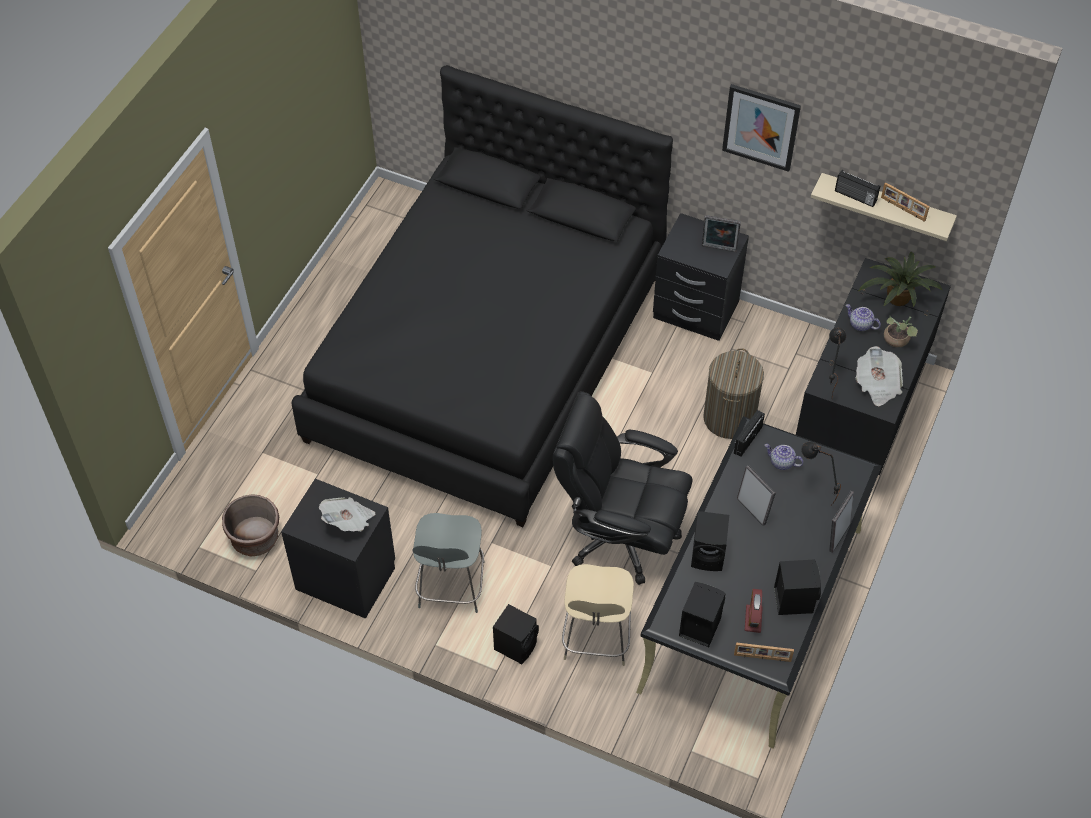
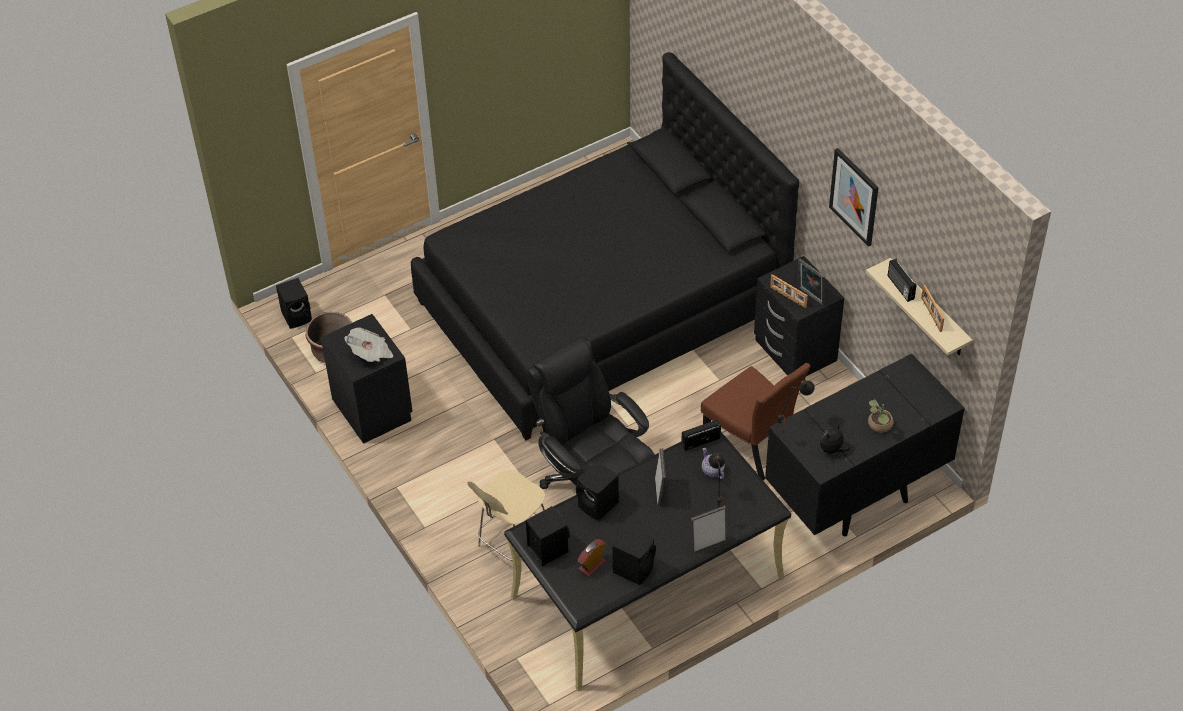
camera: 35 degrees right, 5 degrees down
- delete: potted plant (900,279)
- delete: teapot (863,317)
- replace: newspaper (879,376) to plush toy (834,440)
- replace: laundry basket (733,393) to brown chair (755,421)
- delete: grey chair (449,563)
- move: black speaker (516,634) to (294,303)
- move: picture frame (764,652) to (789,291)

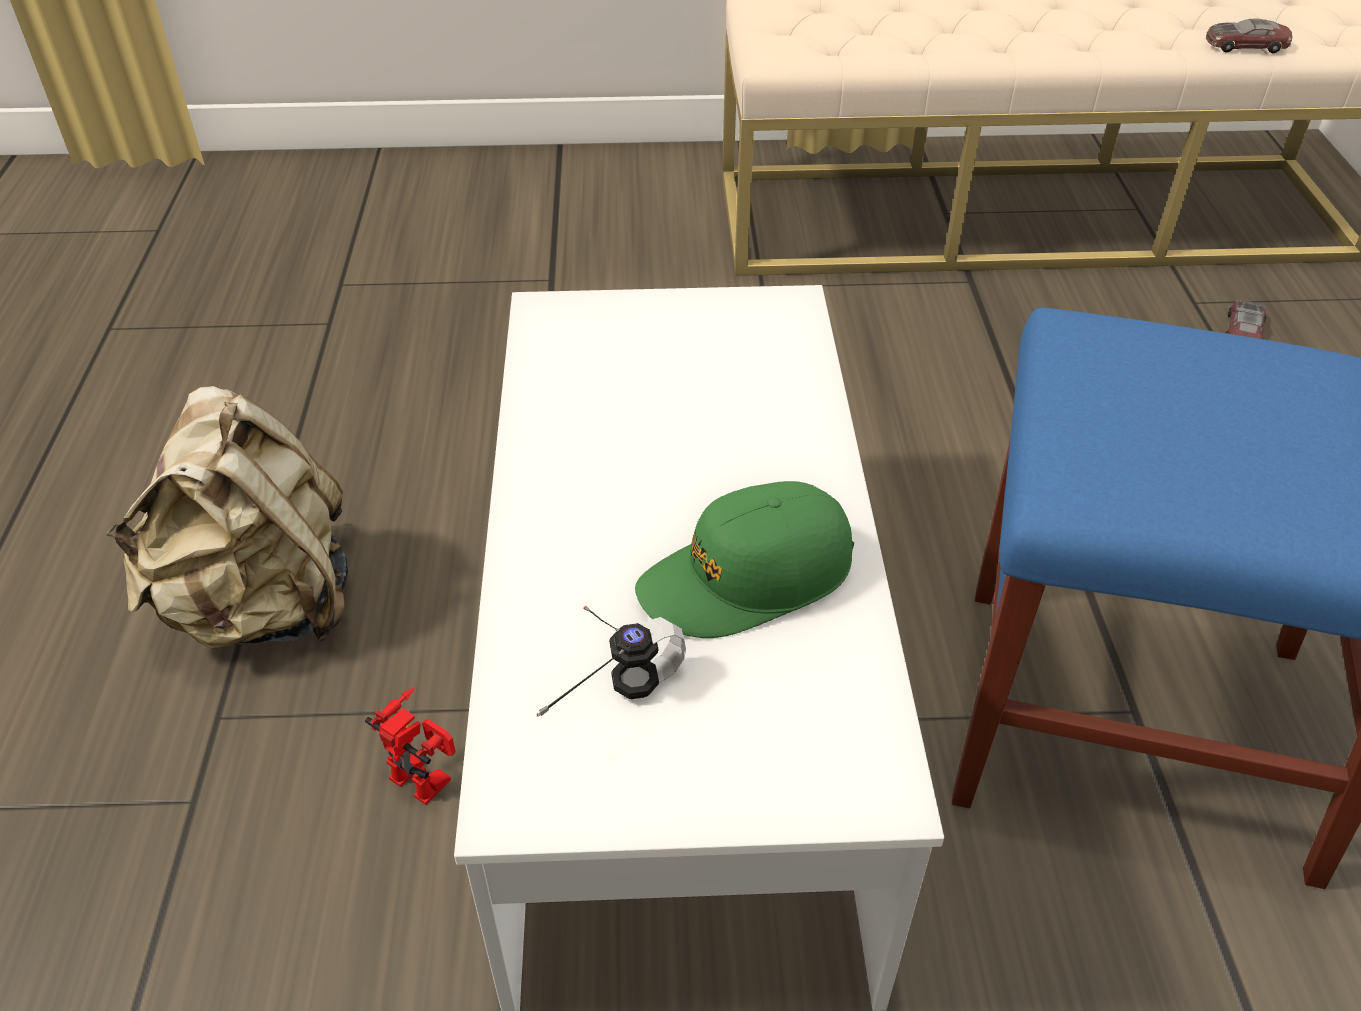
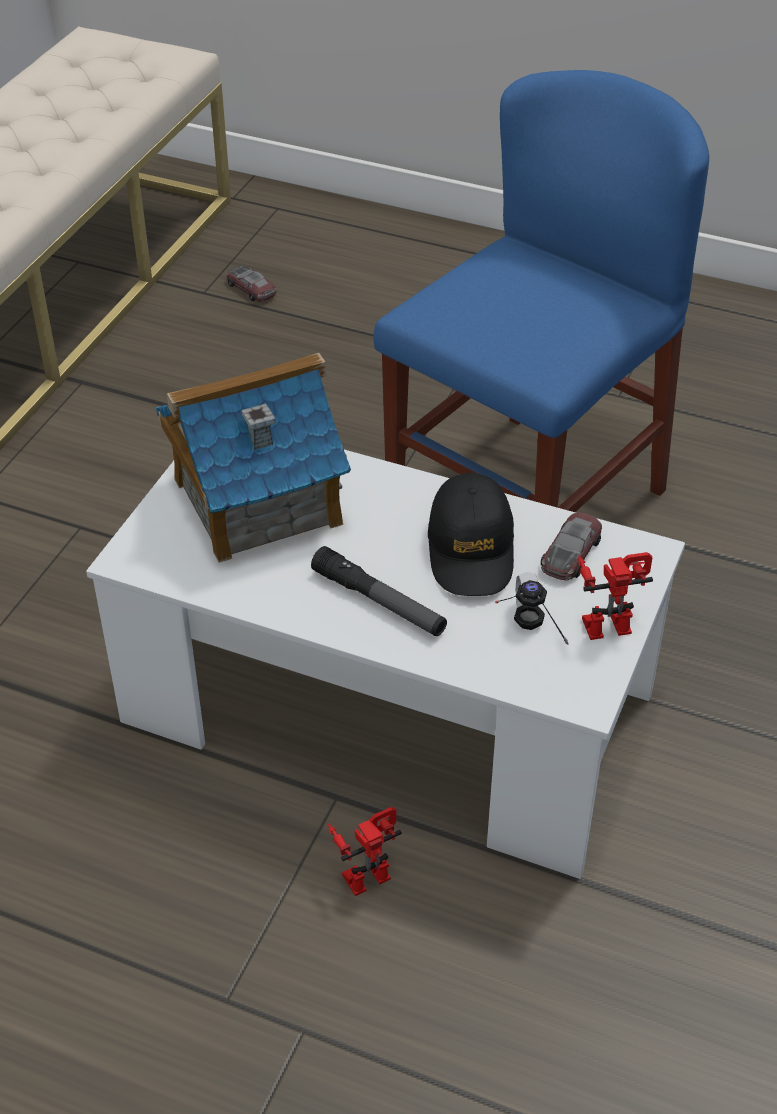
camera: 65 degrees left, 0 degrees up
- move: toy car (1249,36) to (571,547)
- delete: beige backpack (227,517)
- recolor: green cap (744,559) to black cap (471,534)
- insert: toy house (253,458)
- insert: flashlight (379,591)
- insert: toy robot (615,596)

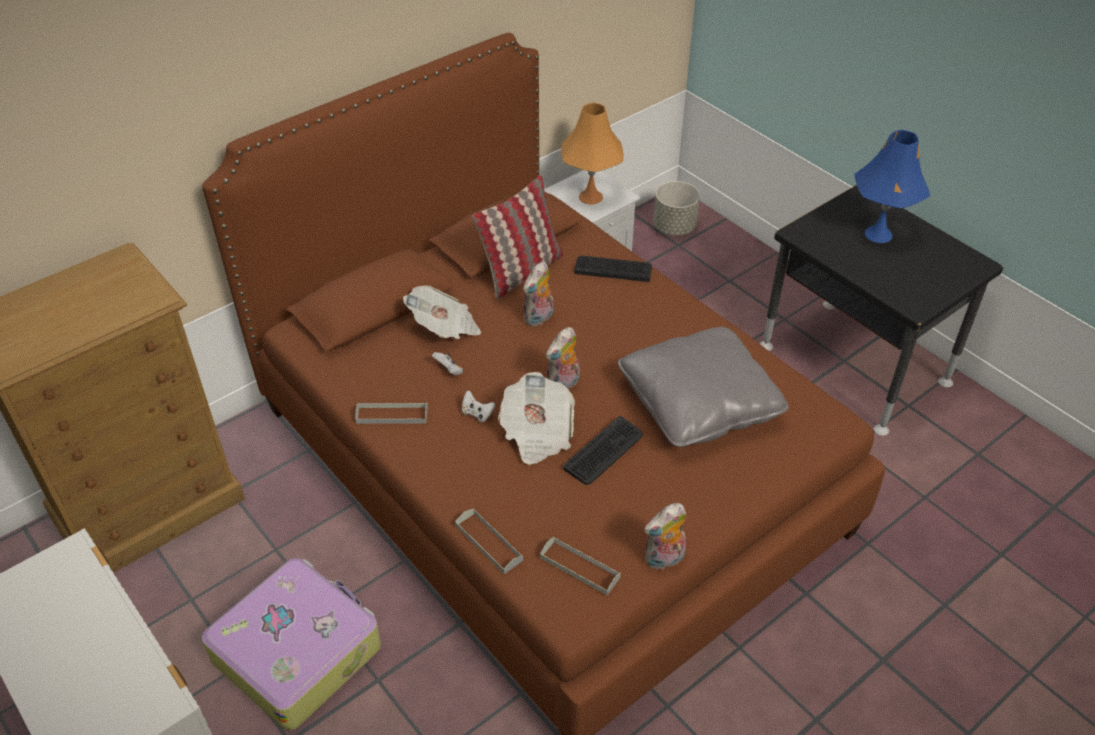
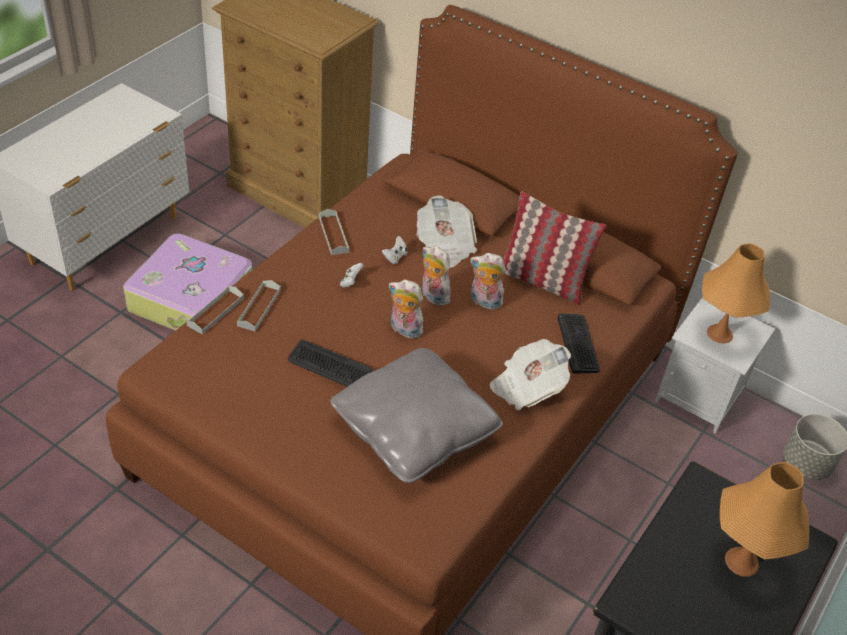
camera: 70 degrees right, 0 degrees up
- recolor: blue table lamp (892,186) to orange table lamp (764,519)
- move: newspaper (536,418) to (530,375)
- move: plush toy (665,536) to (438,276)
- move: grey tray (580,566) to (259,306)

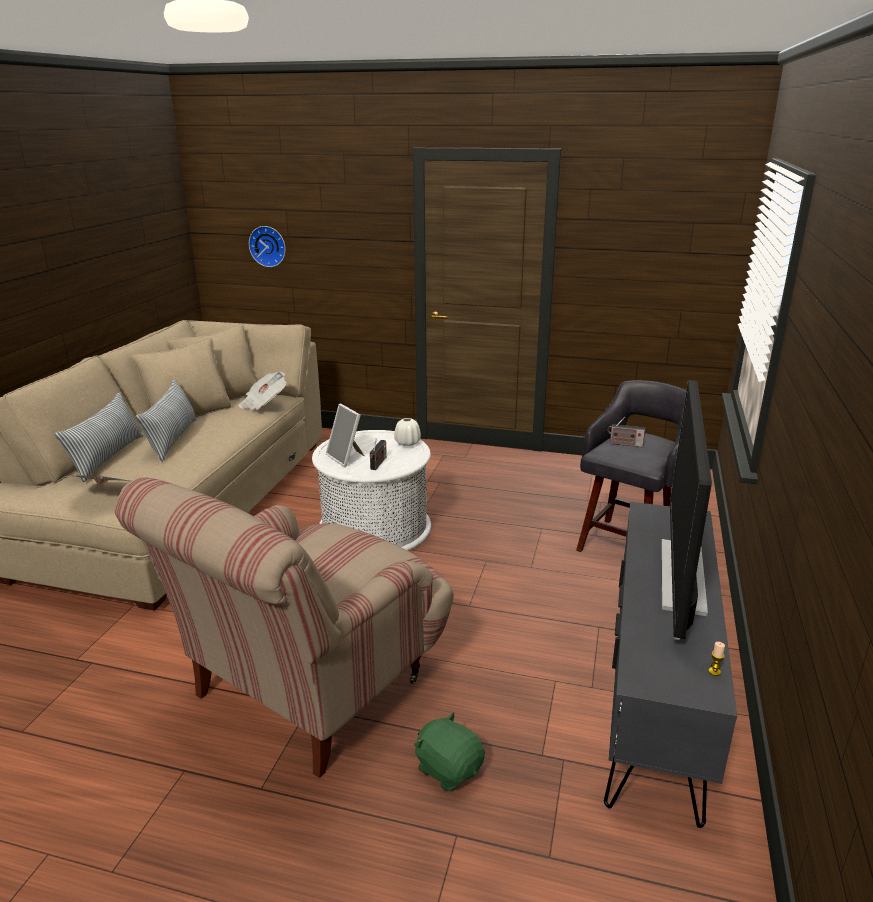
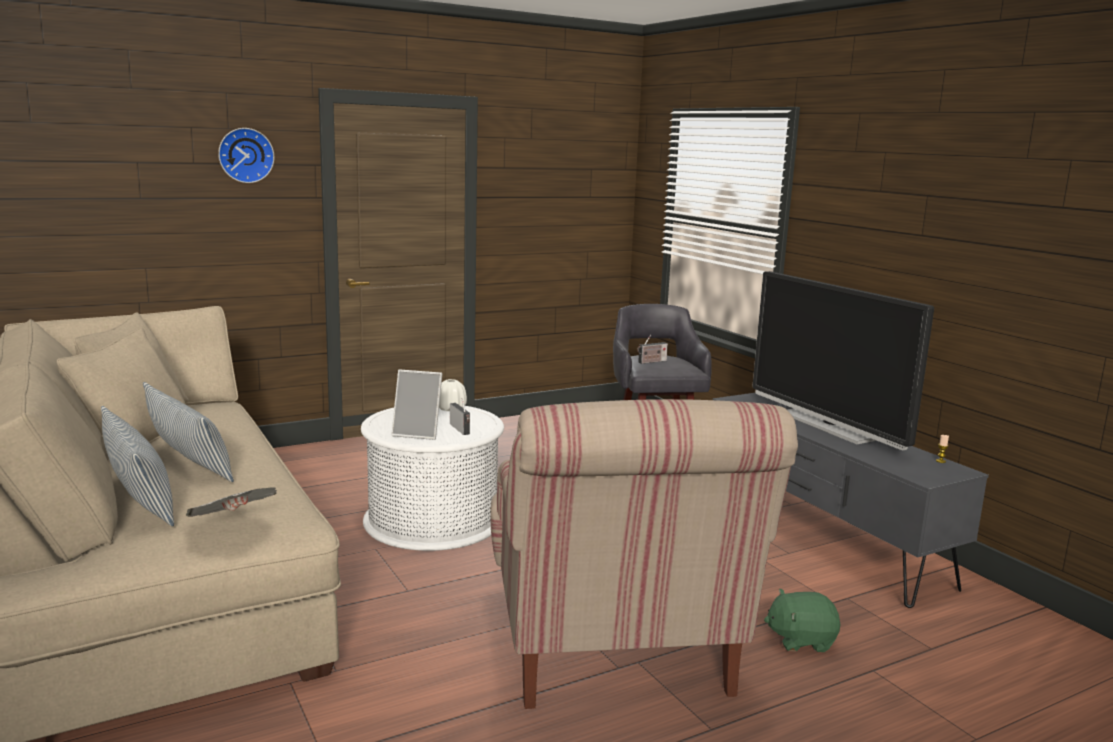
camera: 45 degrees left, 10 degrees down
- move: wall clock (267,246) to (246,155)
- delete: newspaper (262,391)

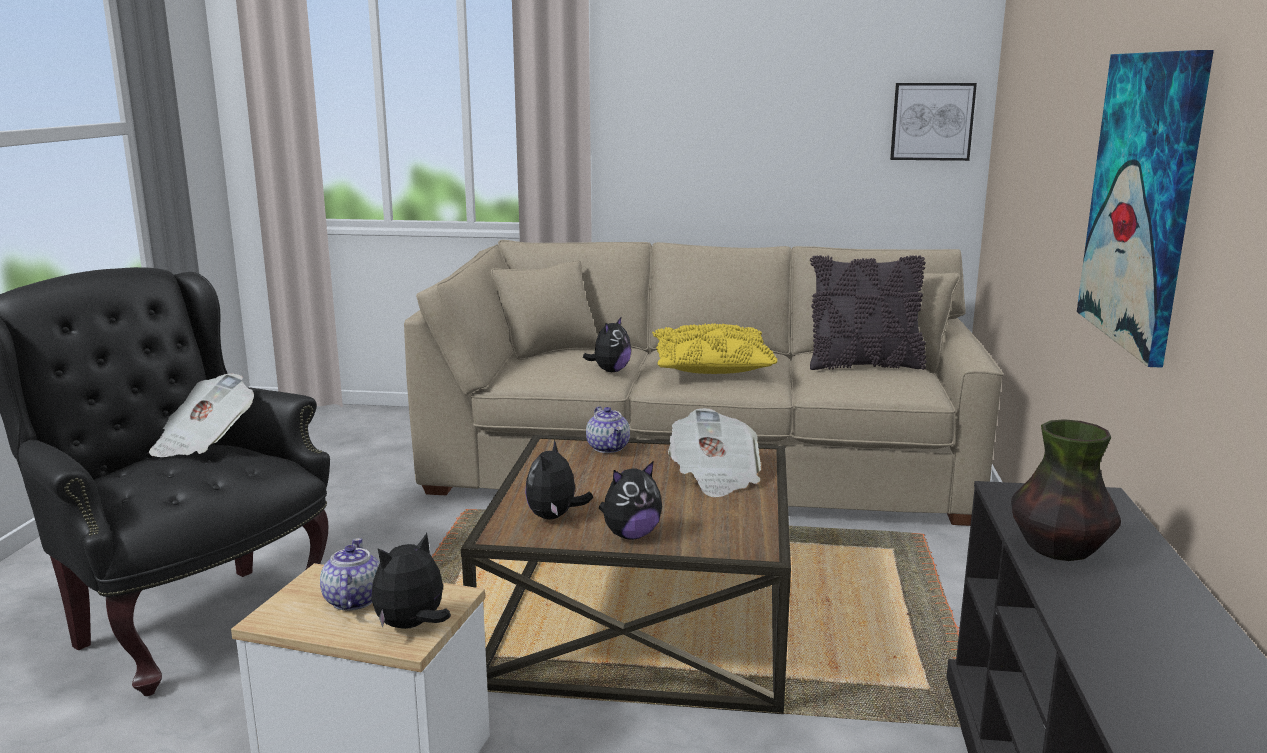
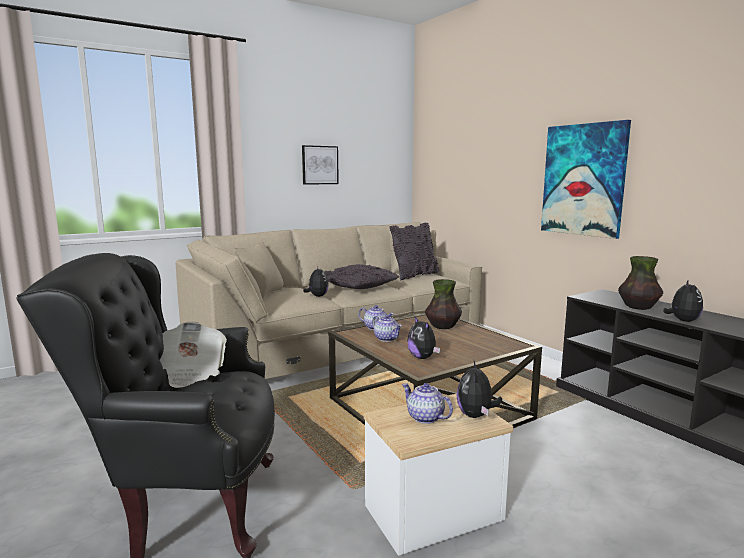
camera: 40 degrees left, 5 degrees down
- move: picture (933,122) to (320,165)
- recolor: yellow pillow (715,348) to black pillow (362,276)
- replace: newspaper (714,452) to vase (443,304)
- move: plush toy (630,500) to (683,300)
- insert: teapot (387,328)

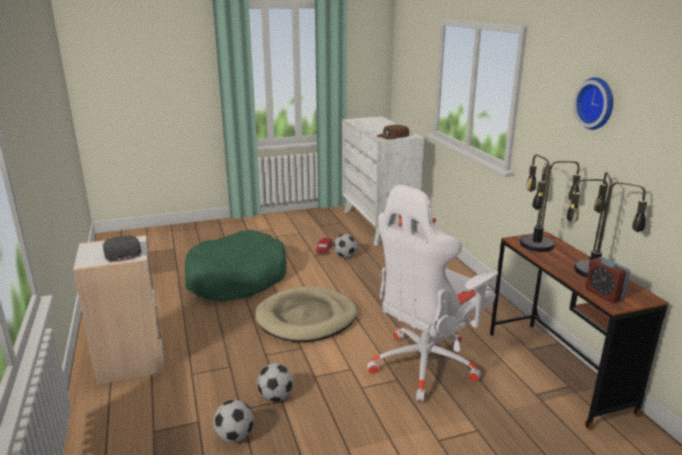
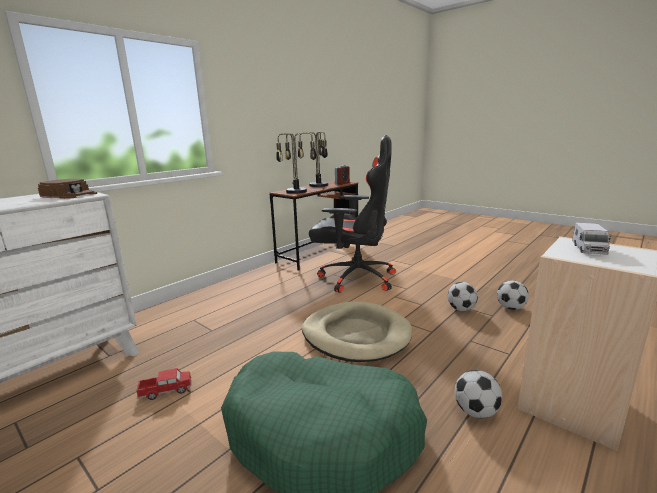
camera: 120 degrees left, 5 degrees down
- delete: wall clock (593,103)
- recolor: white office chair (432,293) to black office chair (352,214)
- move: football (345,246) to (478,394)
- replace: black cap (122,248) to toy truck (591,239)

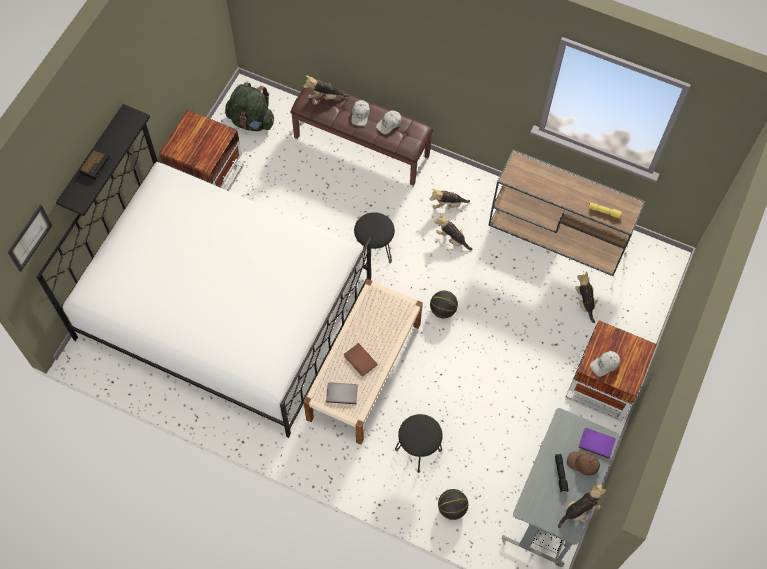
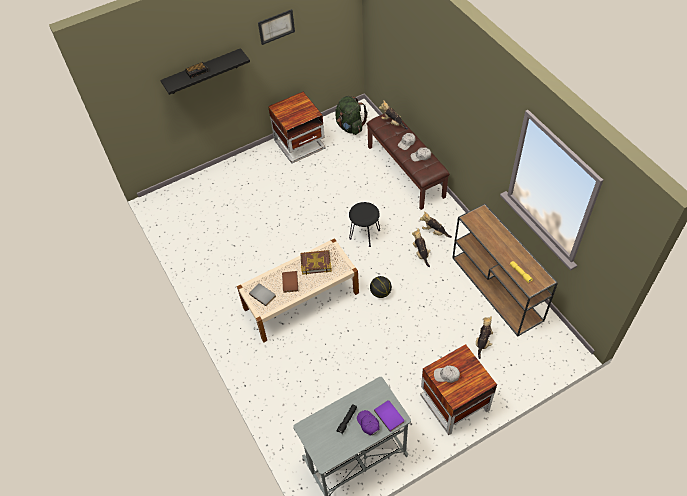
camera: 40 degrees right, 10 degrees down
- delete: white bed (203,281)
- move: picture (30,238) to (276,27)
- delete: black stool (419,443)
- recolor: brown cap (583,463) to purple cap (368,422)
- delete: plush toy (582,506)
- delete: basketball (453,504)
- insert: book (316,262)

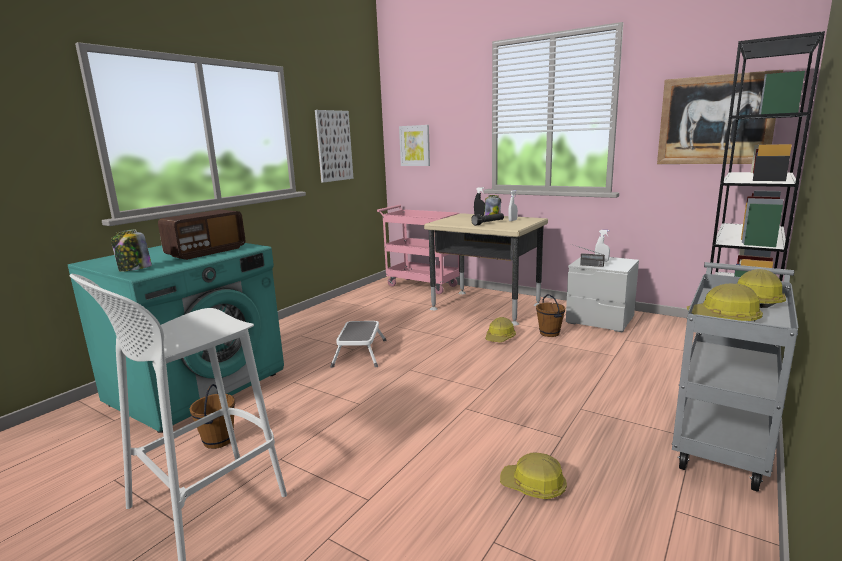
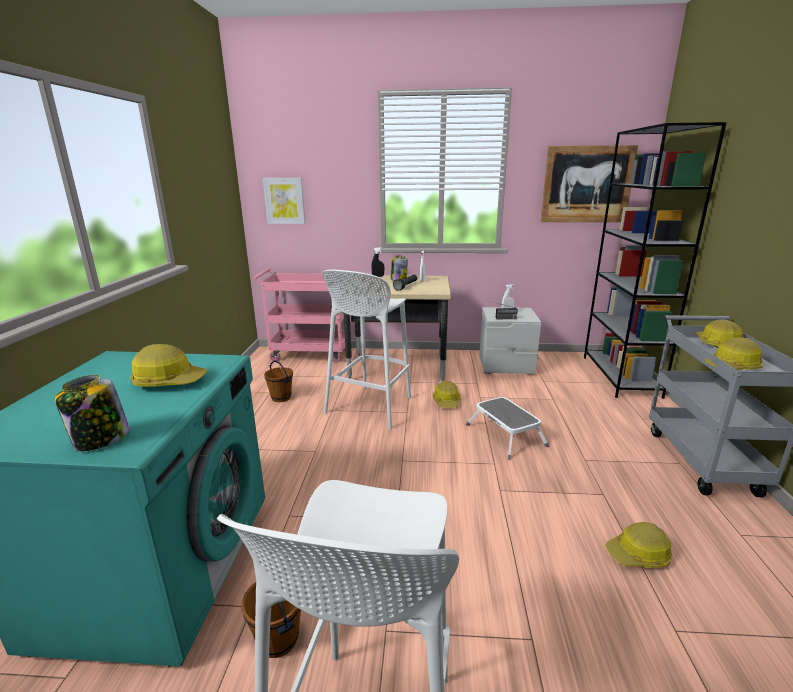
camera: 30 degrees left, 5 degrees up
- delete: picture (334,146)
- replace: radio (201,235) to hard hat (168,365)
- move: brown bucket (550,315) to (278,381)
- move: grey step ladder (358,344) to (507,428)
- insert: white stool (366,350)

